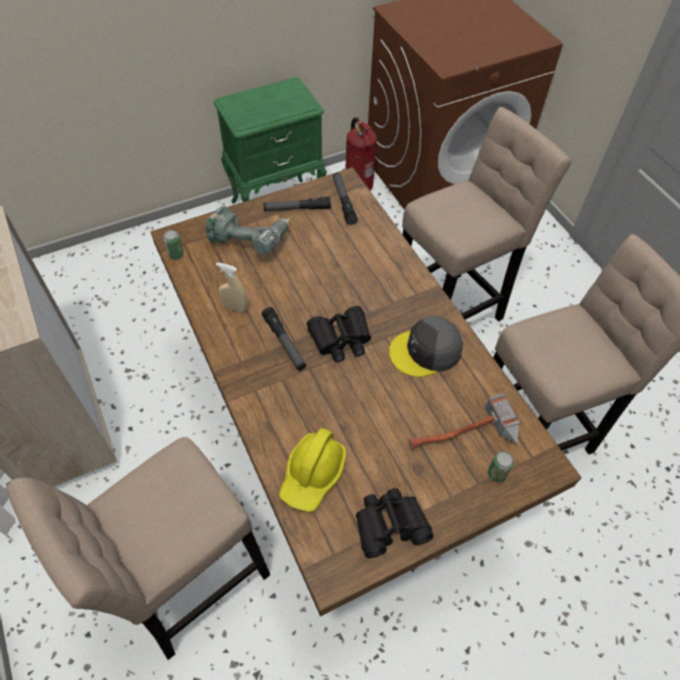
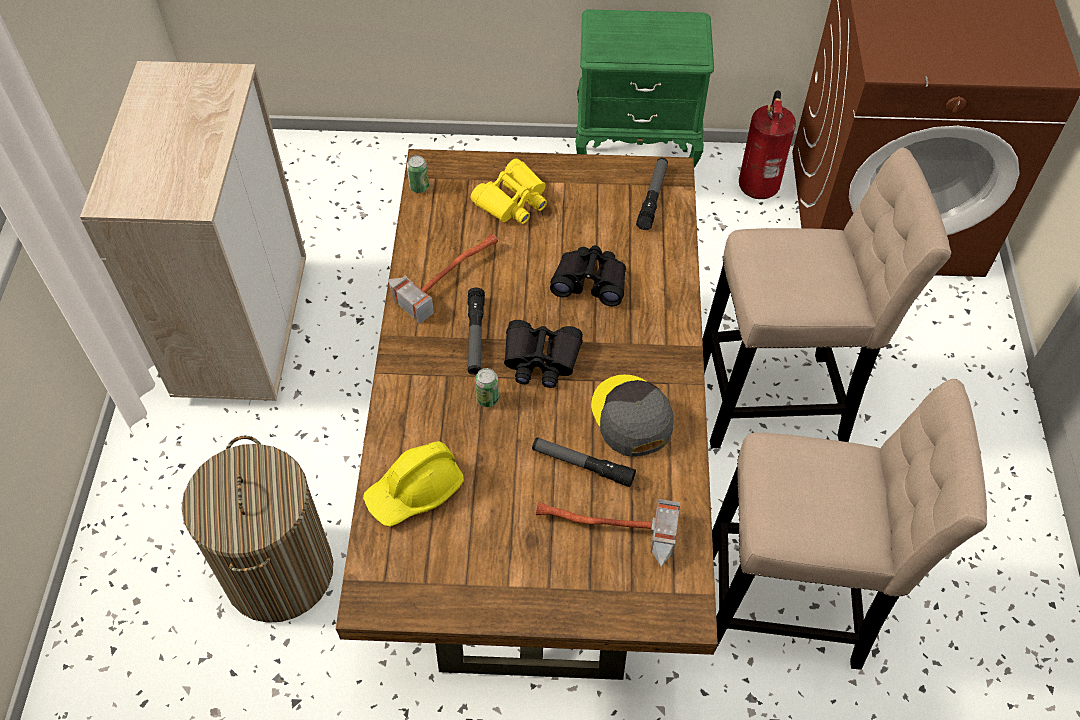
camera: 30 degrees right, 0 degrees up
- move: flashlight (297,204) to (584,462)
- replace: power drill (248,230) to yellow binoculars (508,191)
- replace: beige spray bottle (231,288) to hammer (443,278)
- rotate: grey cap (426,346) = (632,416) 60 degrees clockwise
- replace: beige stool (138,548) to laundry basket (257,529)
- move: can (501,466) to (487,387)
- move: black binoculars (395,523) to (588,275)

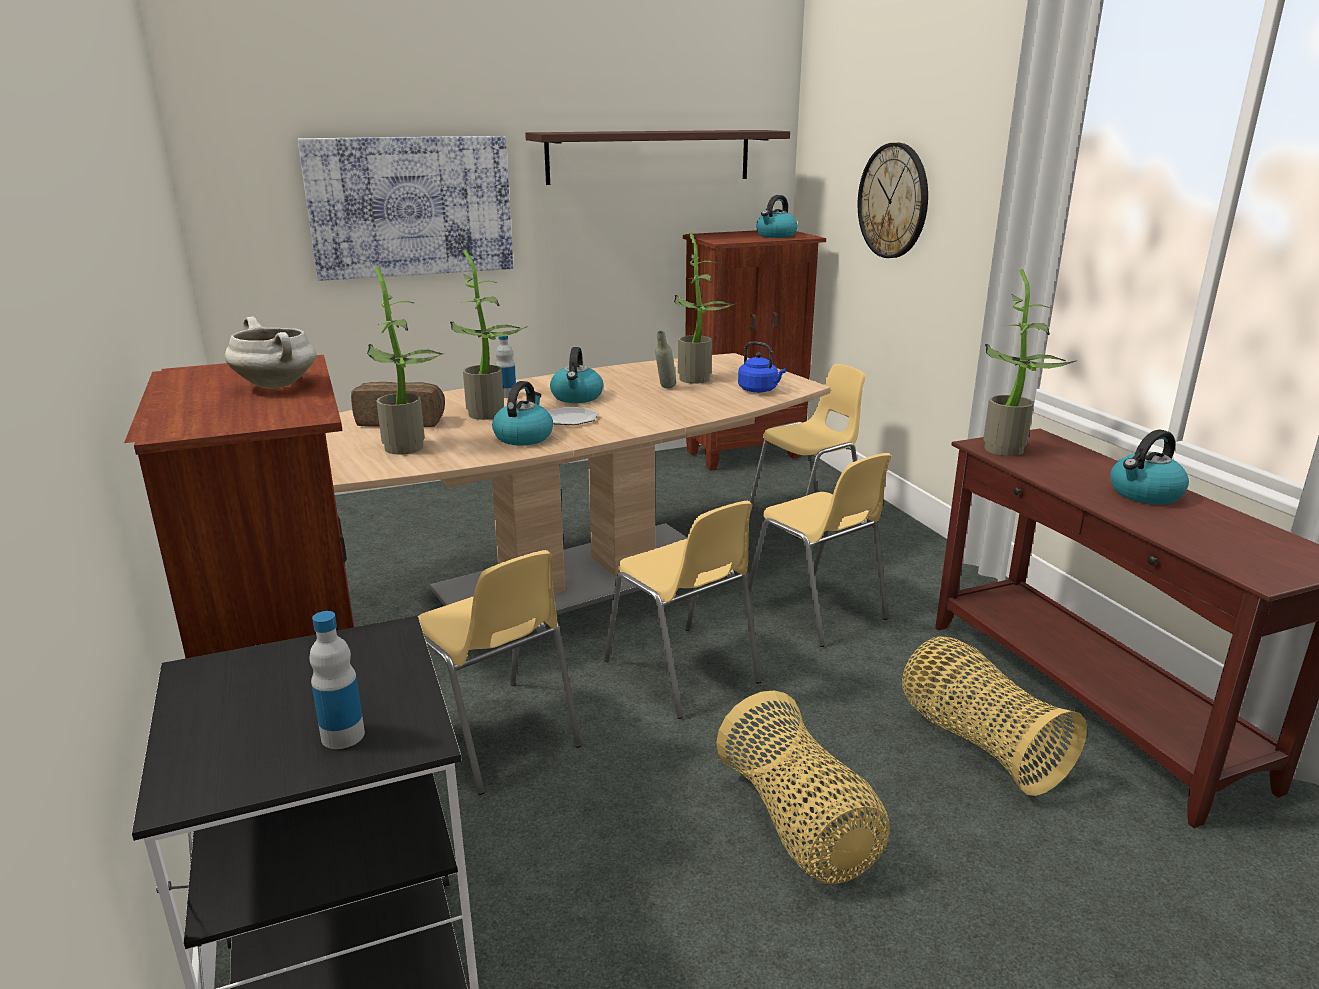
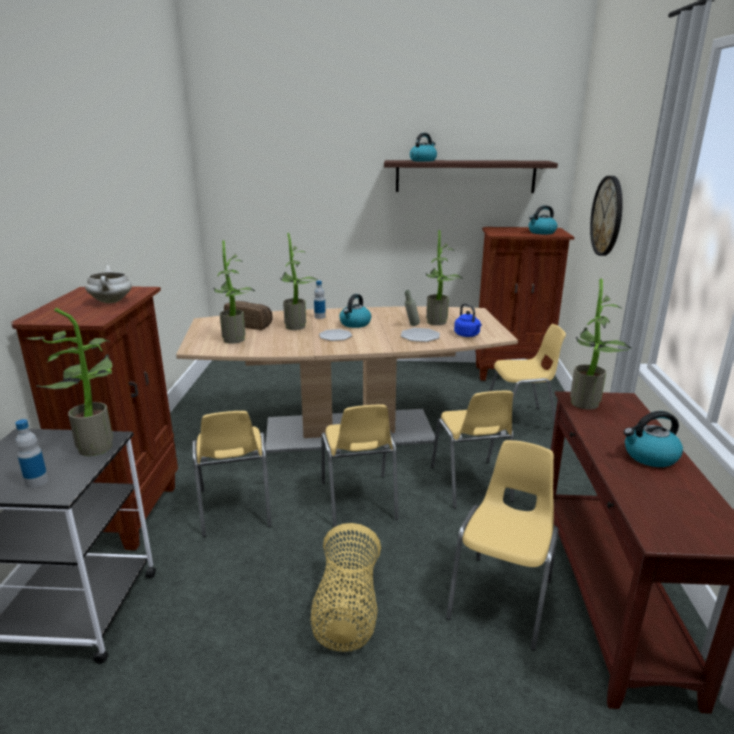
camera: 25 degrees right, 0 degrees up
- delete: picture (405,208)
- move: kettle (522,413) to (423,147)
- replace: basket (994,716) to yellow chair (502,545)
- insert: potted plant (69,382)
- insert: plate (420,335)

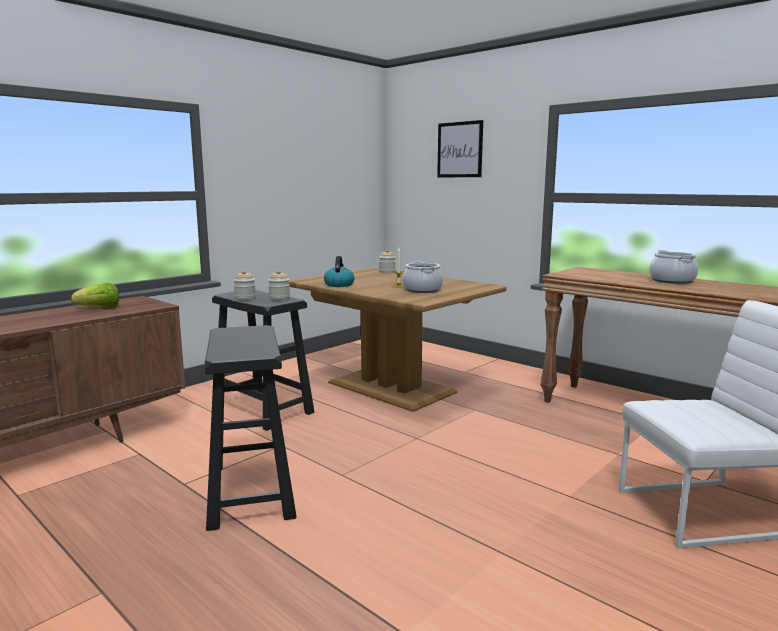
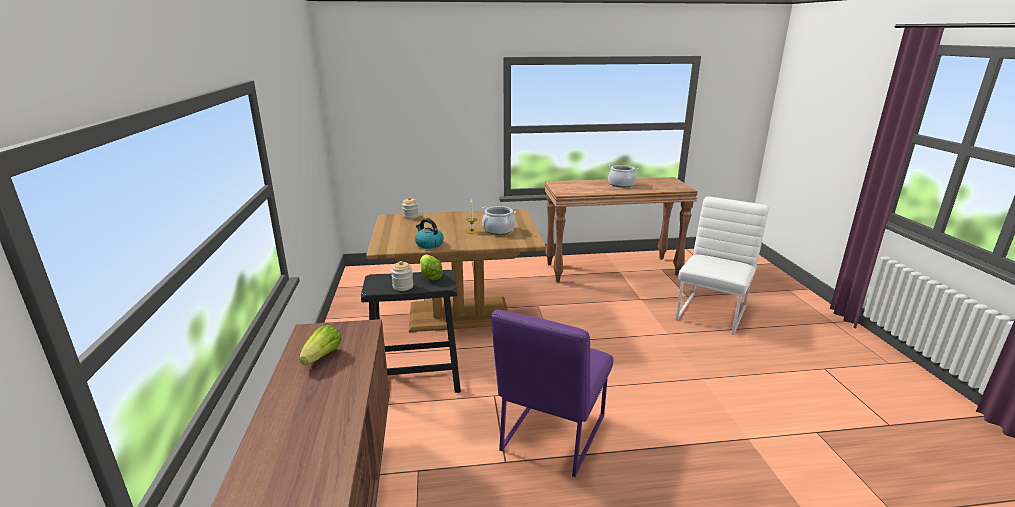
camera: 50 degrees left, 10 degrees up
- delete: picture (460,148)
- replace: jar (279,285) to lettuce (431,267)
- replace: black stool (251,428) to purple chair (552,393)

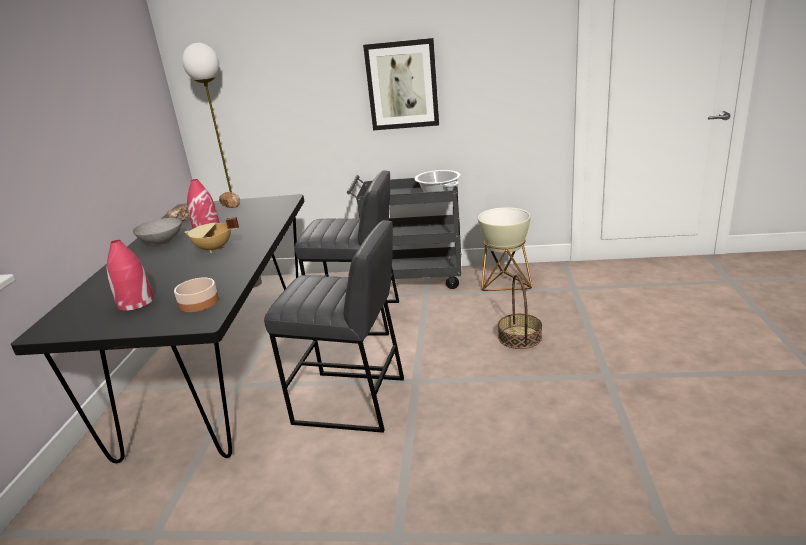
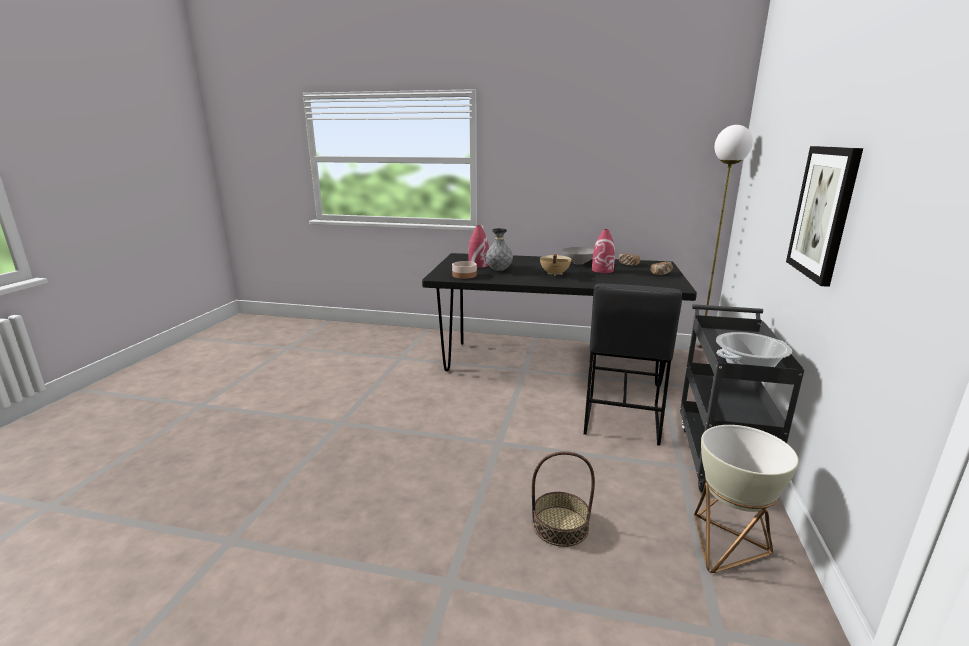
camera: 95 degrees right, 5 degrees down
- delete: grey stool (334,326)
- insert: grey vase (499,249)

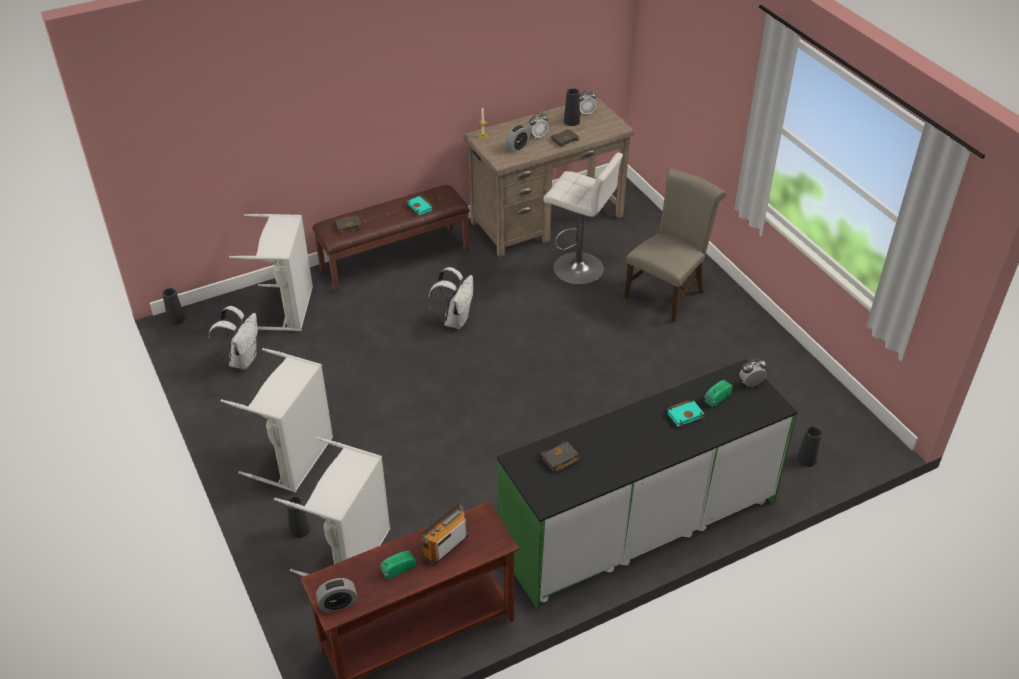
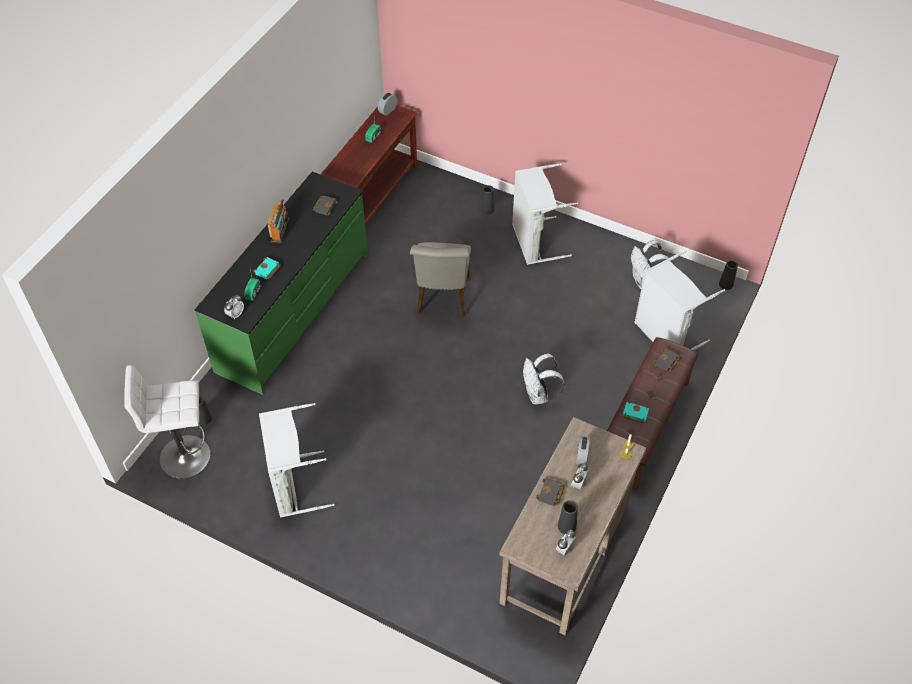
camera: 145 degrees right, 10 degrees up
- move: white stool (583,218) to (167,421)
- move: beige chair (675,245) to (440,279)
- move: grey laundry basket (332,507) to (297,460)
- move: radio (445,535) to (278,221)

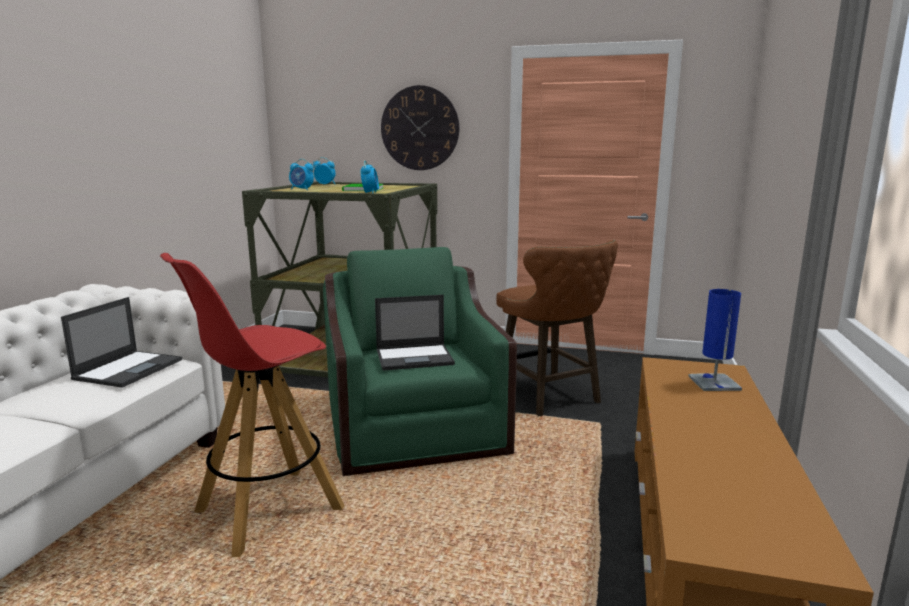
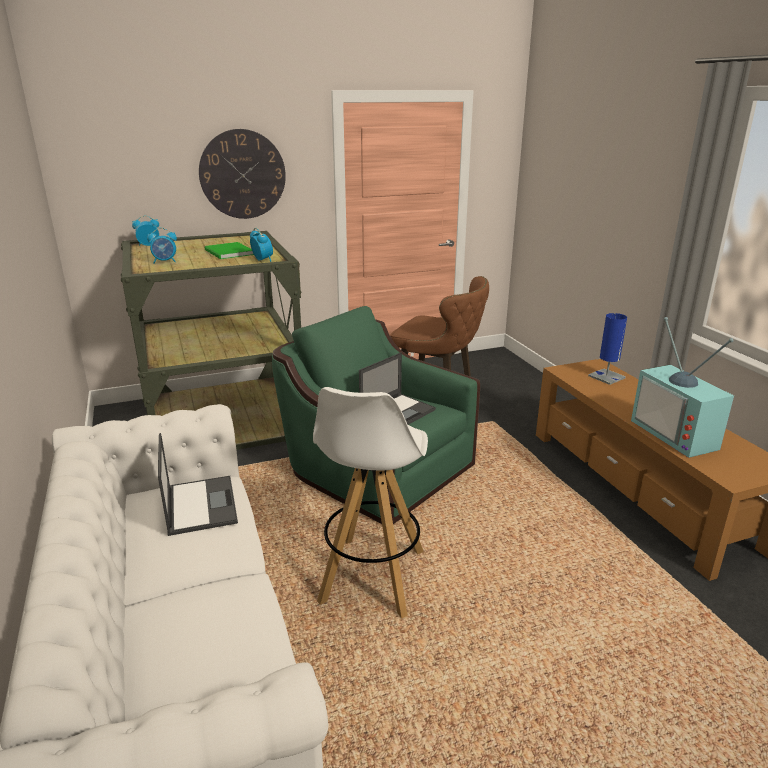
camera: 35 degrees left, 10 degrees up
- recolor: red stool (252,405) to white stool (370,503)
- insert: television (682,387)

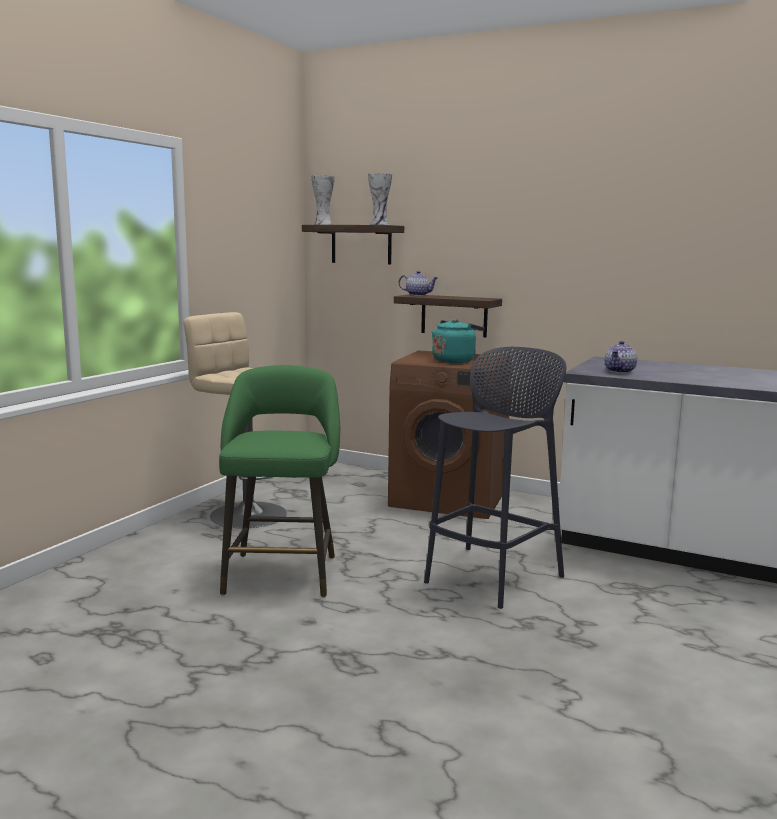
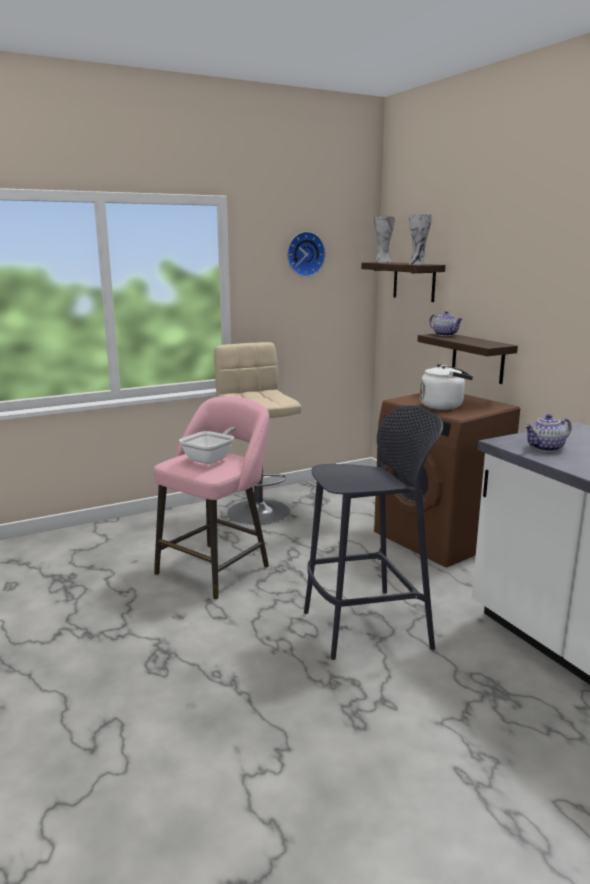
camera: 35 degrees right, 5 degrees up
- recolor: turquoise kettle (458,341) to white kettle (446,387)
- recolor: green stool (279,481) to pink stool (211,498)
- insert: wall clock (306,254)
- insert: frying pan (207,445)

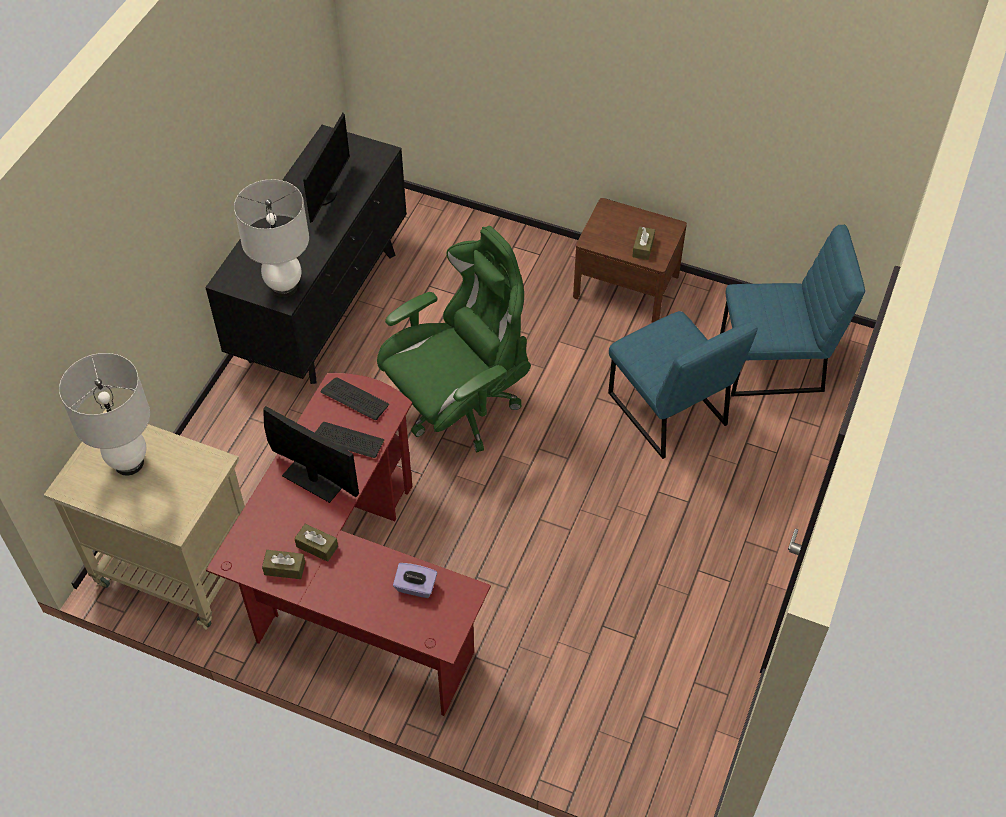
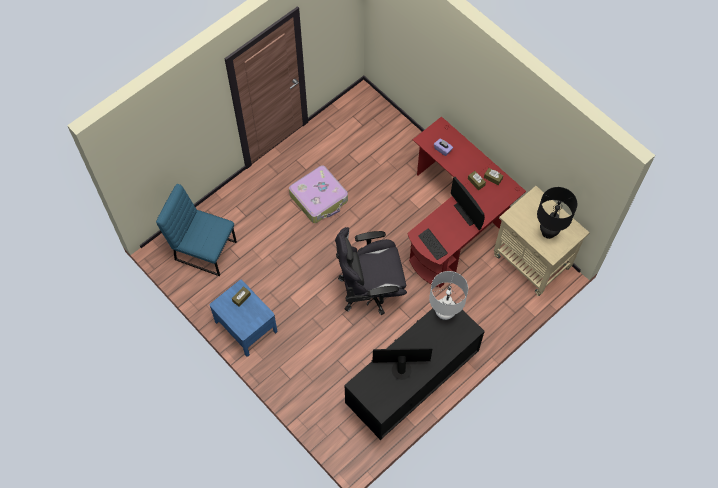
camera: 155 degrees left, 10 degrees up
- rotate: monitor (326,168) = (402,364) 45 degrees clockwise
- recolor: brown nightstand (630,260) to blue nightstand (243,318)
- recolor: green office chair (454,339) to black office chair (371,271)
- delete: blue chair (683,385)
- recolor: white table lamp (104,414) to black table lamp (557,213)
- delete: keyboard (349,440)
- insert: suitcase (318,194)

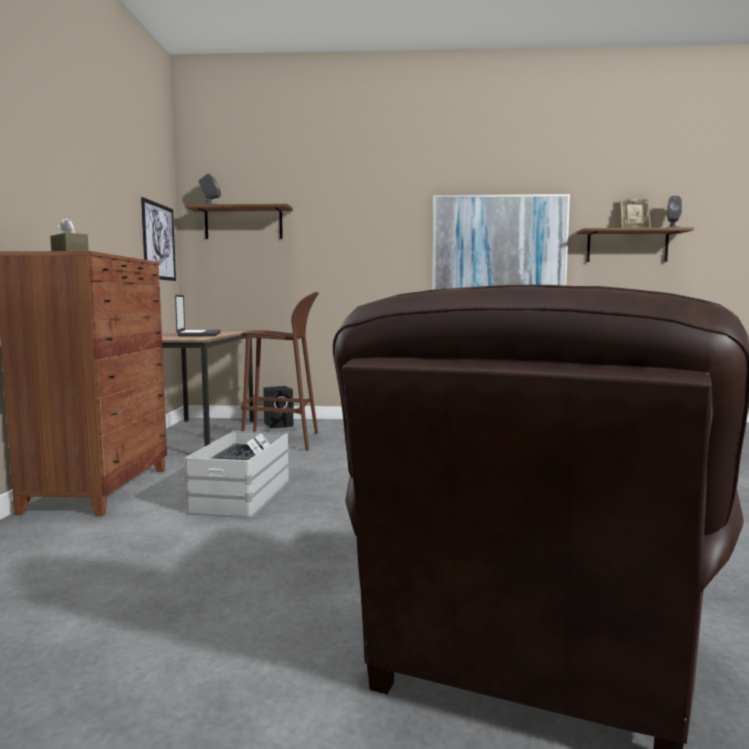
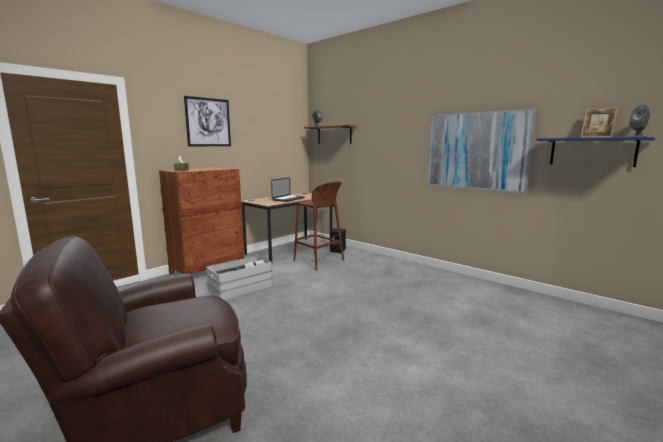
camera: 40 degrees right, 5 degrees up
- move: picture (158,239) to (207,121)
- recolor: brown shelf (635,245) to blue shelf (595,152)

